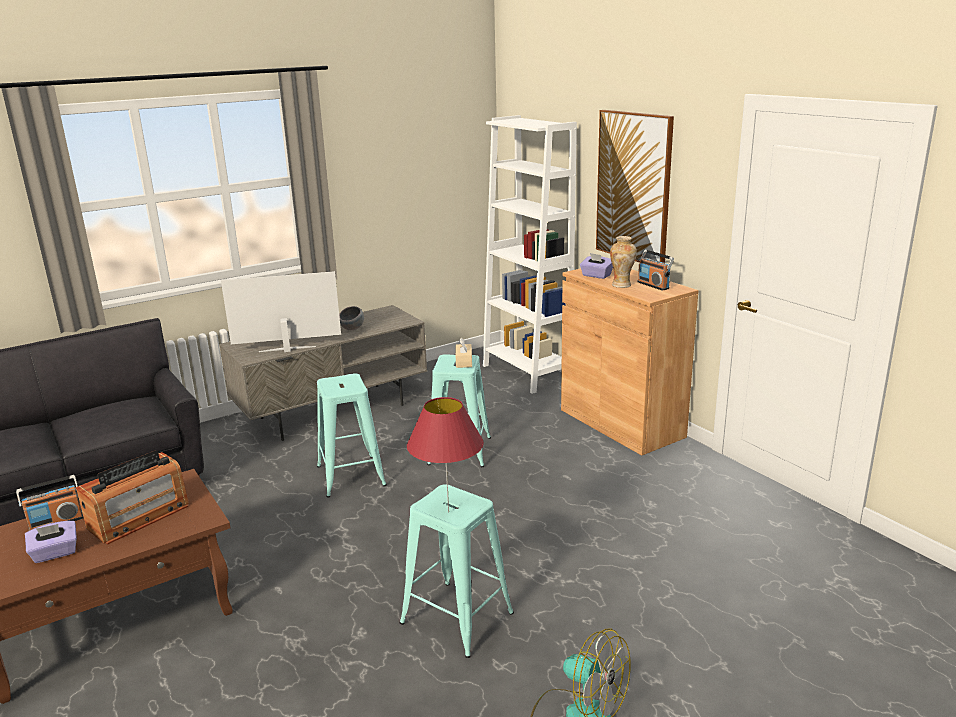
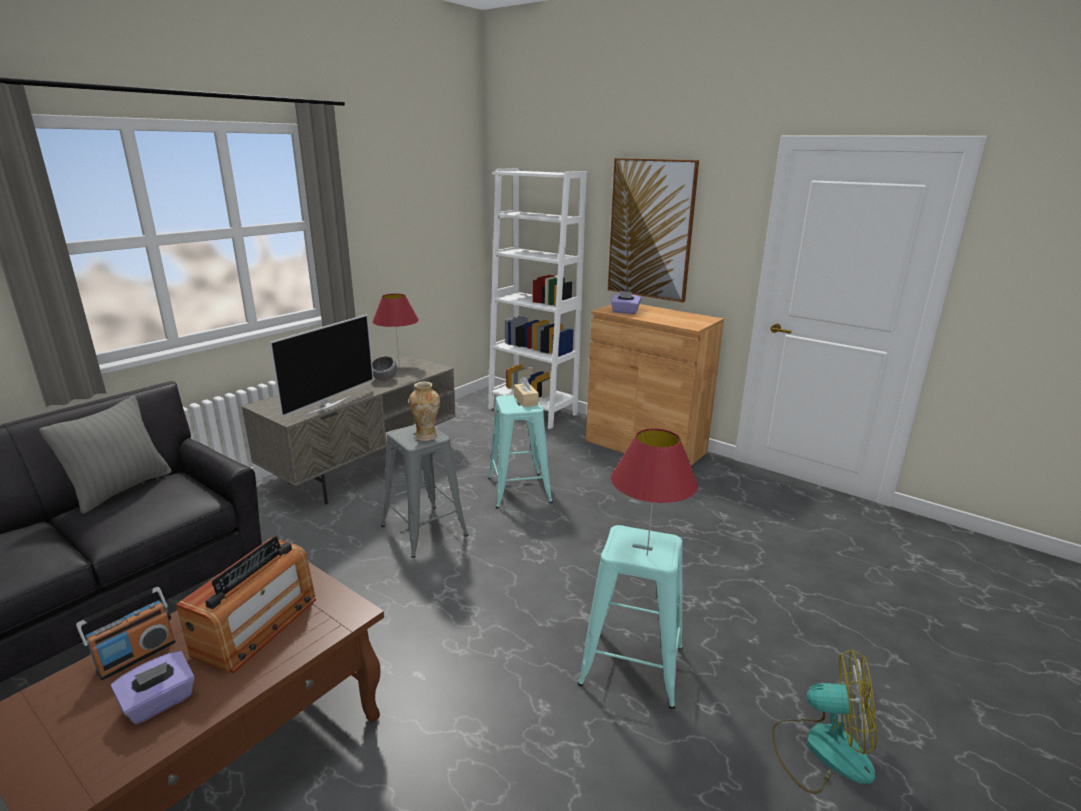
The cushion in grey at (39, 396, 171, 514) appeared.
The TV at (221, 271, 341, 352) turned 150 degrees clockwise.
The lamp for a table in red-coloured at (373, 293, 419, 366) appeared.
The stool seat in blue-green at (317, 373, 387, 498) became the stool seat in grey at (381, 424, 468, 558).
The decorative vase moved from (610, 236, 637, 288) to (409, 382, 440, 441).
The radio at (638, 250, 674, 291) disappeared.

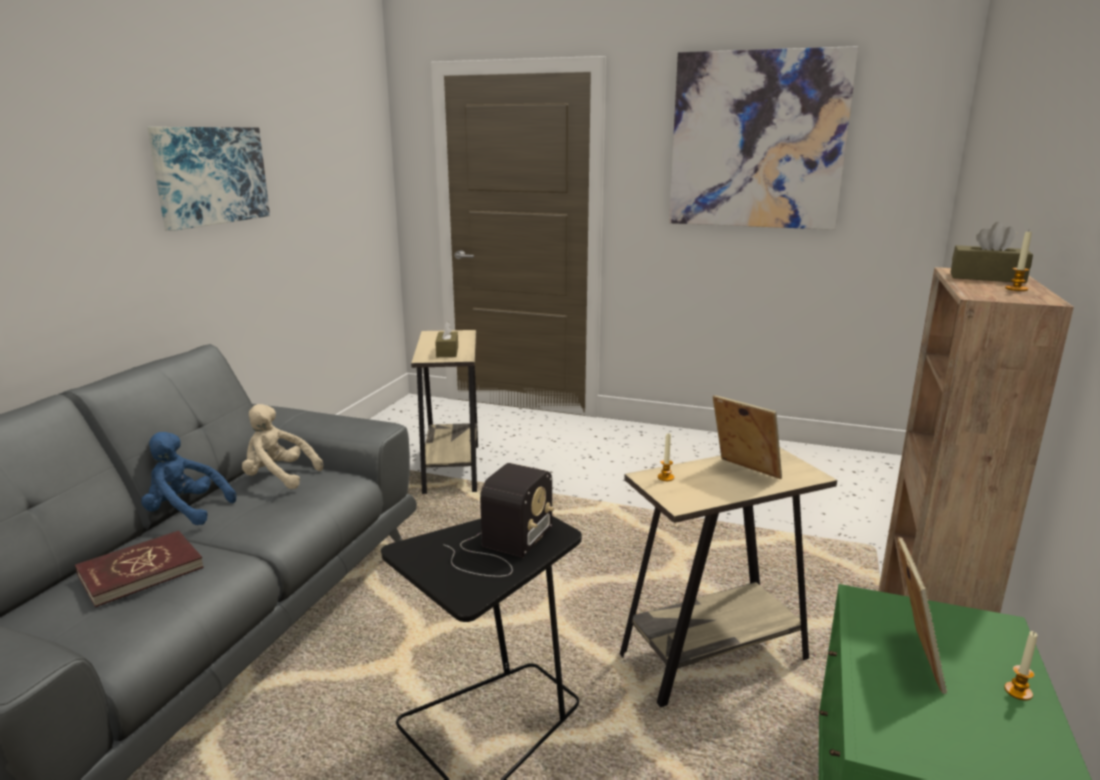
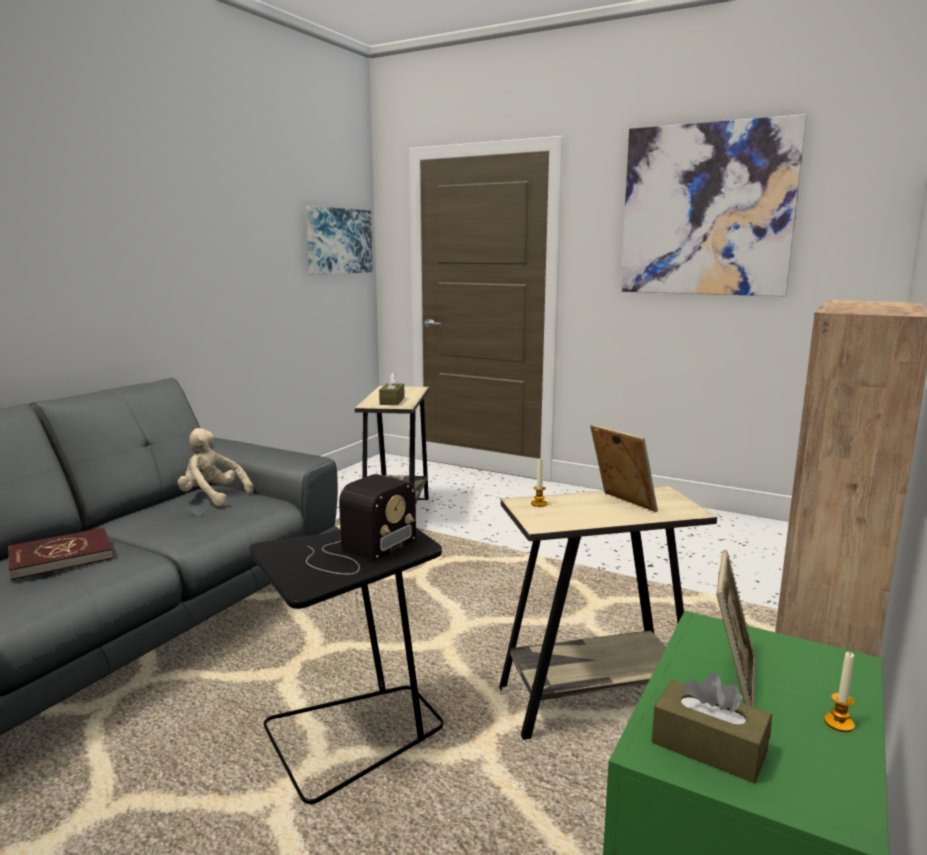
The picture moved from (147, 127, 270, 231) to (305, 206, 373, 275).
The box of tissues in brown moved from (951, 222, 1033, 283) to (652, 673, 772, 783).
The plush toy in bluish at (141, 432, 236, 525) disappeared.
The wax candle at (1005, 231, 1032, 291) disappeared.

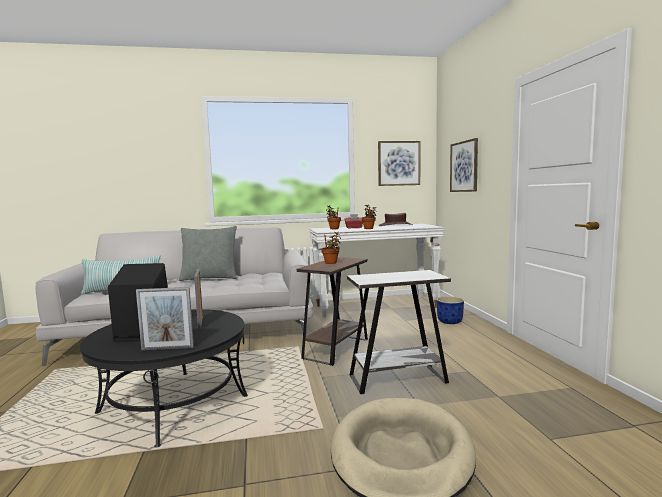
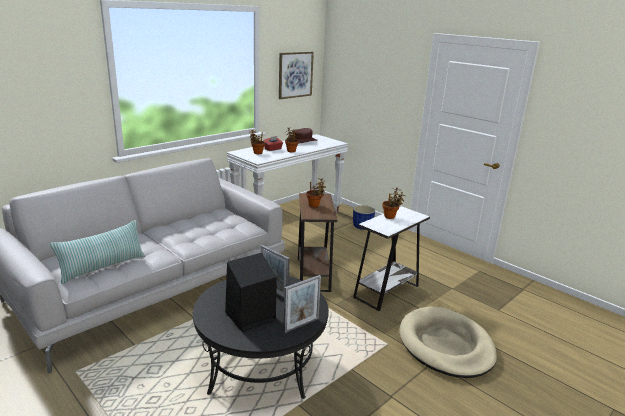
The potted plant at (382, 187, 405, 219) appeared.
The cushion in grey at (179, 226, 237, 281) disappeared.
The picture at (450, 138, 478, 192) disappeared.

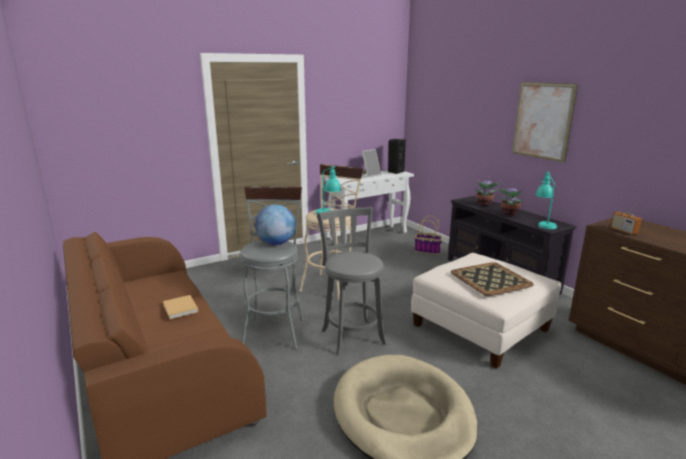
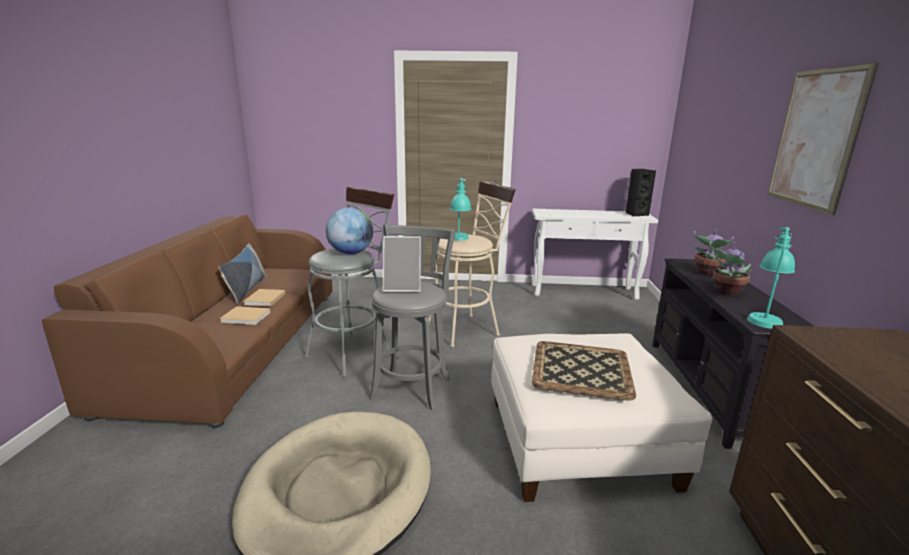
The cushion at (218, 243, 267, 304) appeared.
The book in beige at (220, 306, 271, 325) appeared.
The photo frame moved from (362, 149, 381, 177) to (383, 236, 421, 292).
The storage basket at (414, 216, 442, 254) disappeared.
The radio at (610, 200, 642, 235) disappeared.

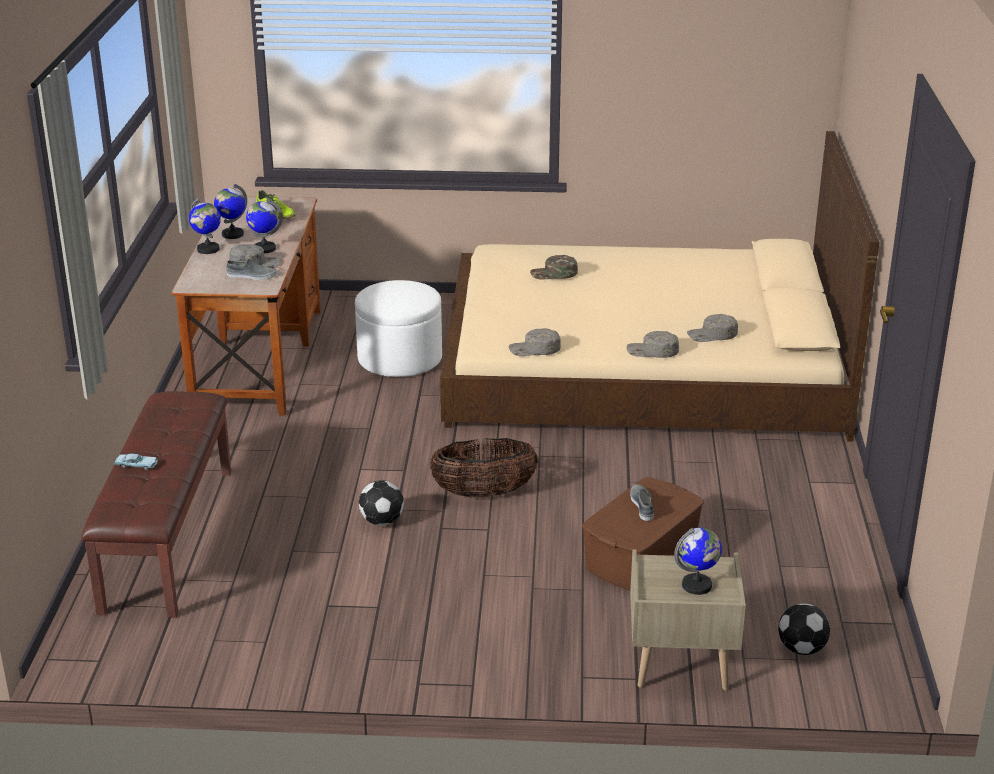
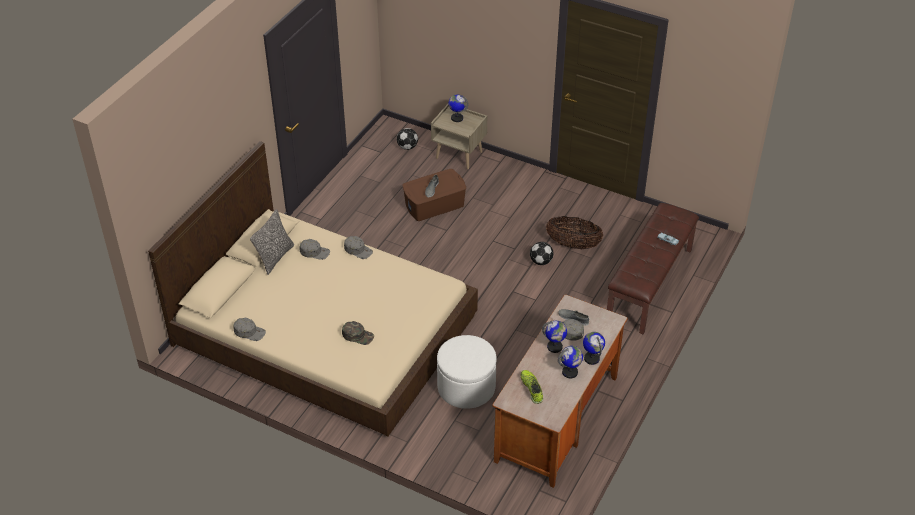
The cap in grey moved from (509, 328, 561, 356) to (233, 318, 266, 341).
The cushion at (250, 209, 294, 275) appeared.
The storage basket moved from (429, 438, 538, 497) to (546, 216, 603, 249).

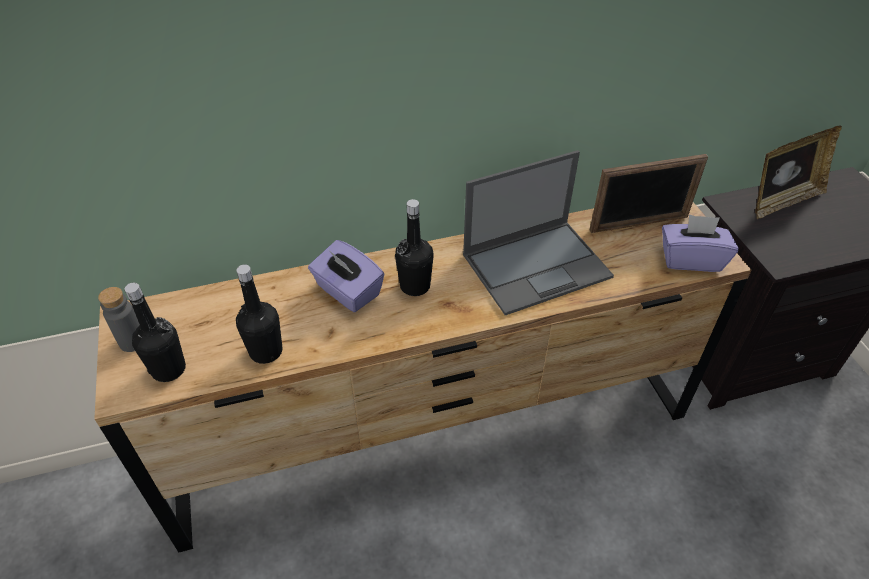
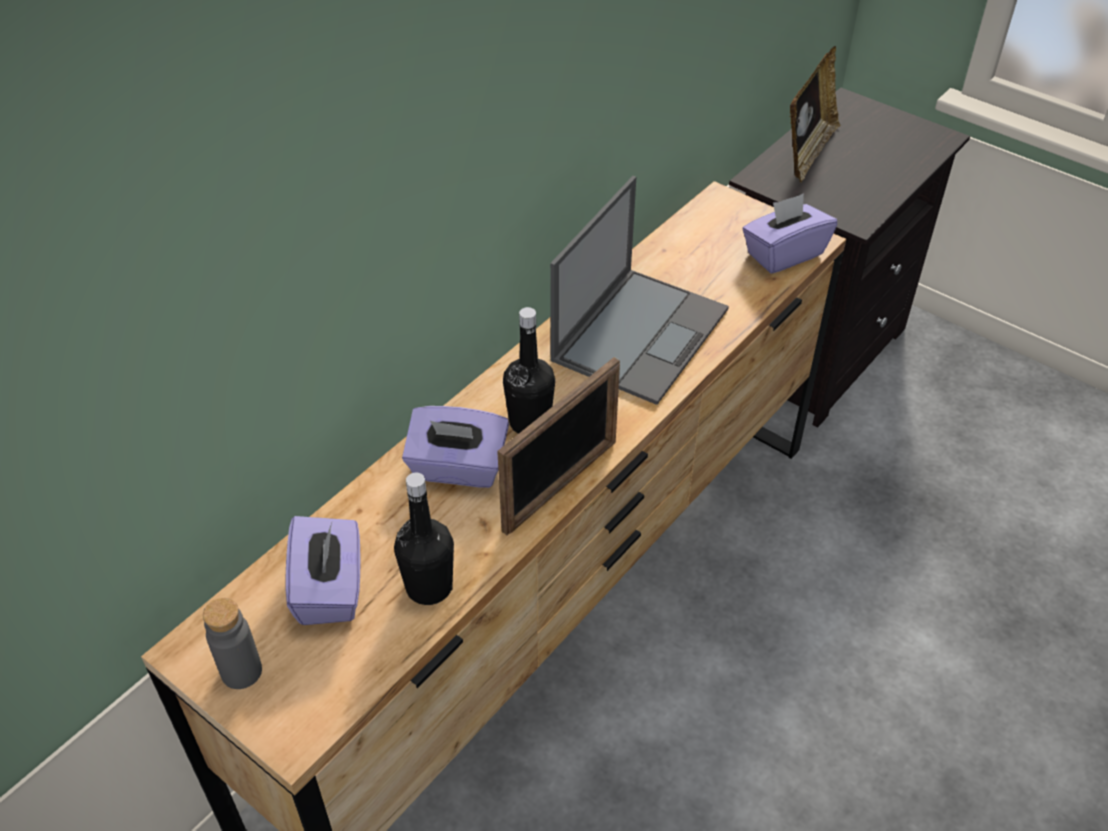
The box of tissues in purple-coloured at (285, 516, 361, 625) appeared.
The photo frame moved from (590, 154, 708, 233) to (497, 357, 620, 535).
The bottle in black-coloured at (125, 283, 186, 382) disappeared.

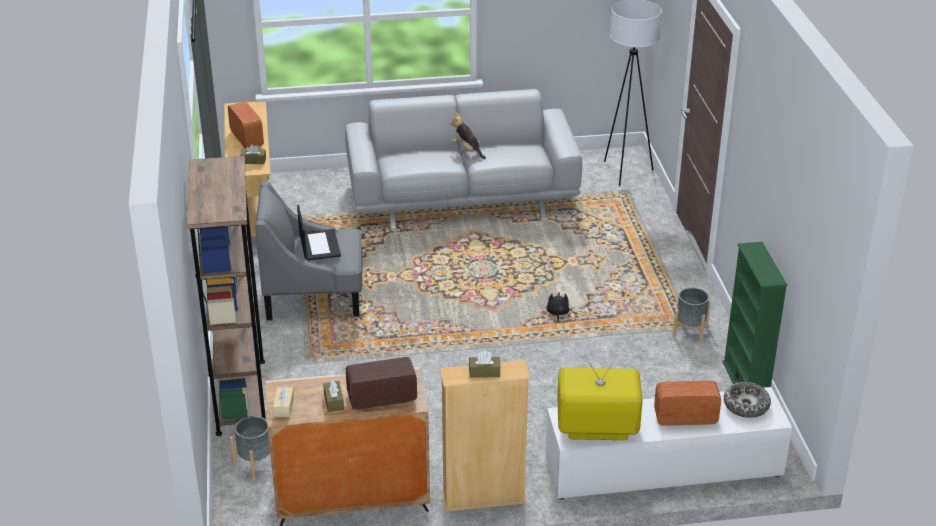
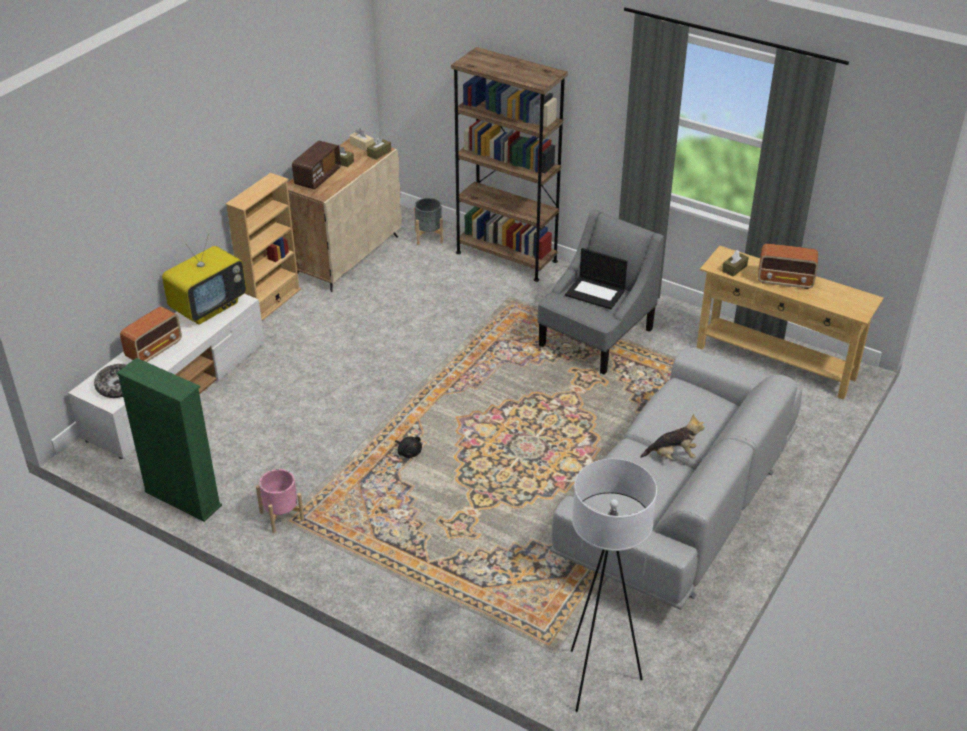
The planter in grey at (673, 287, 711, 342) became the planter in pink at (256, 469, 304, 533).
The box of tissues in brown moved from (469, 351, 500, 378) to (367, 136, 391, 160).

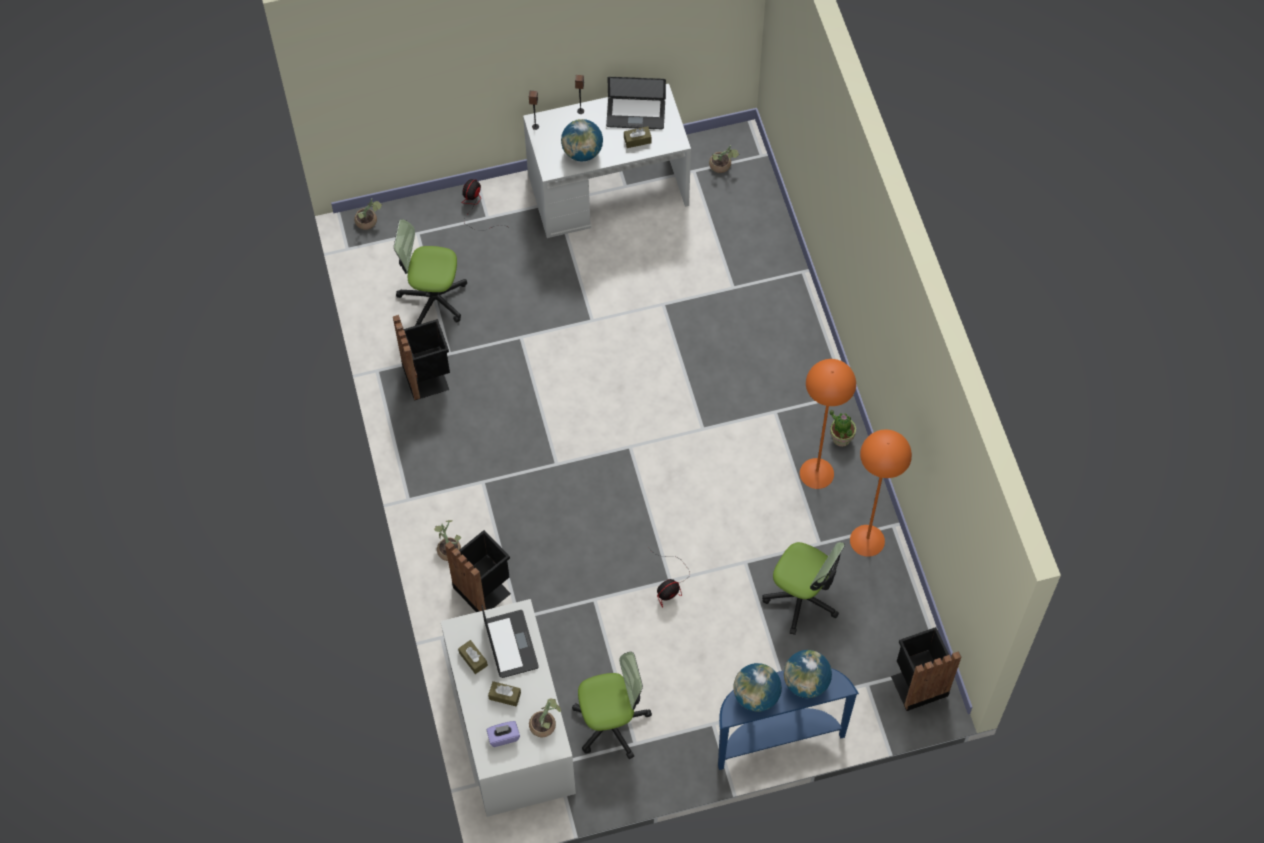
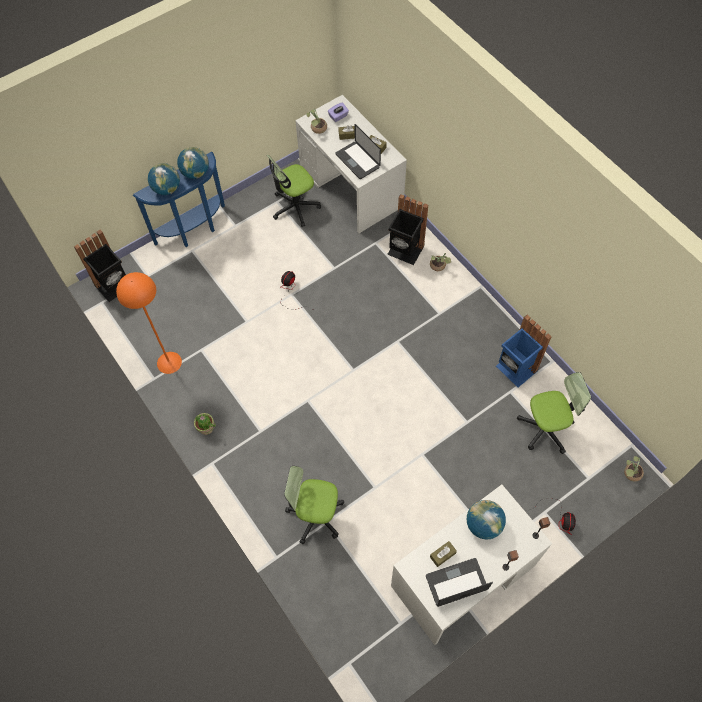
The desk chair moved from (762, 542, 845, 635) to (284, 466, 344, 544).
The waste bin in black-coloured at (393, 315, 450, 401) became the waste bin in bluish at (496, 315, 552, 387).
The potted plant at (709, 145, 740, 173) disappeared.
The standard lamp in orangey at (800, 359, 856, 489) disappeared.

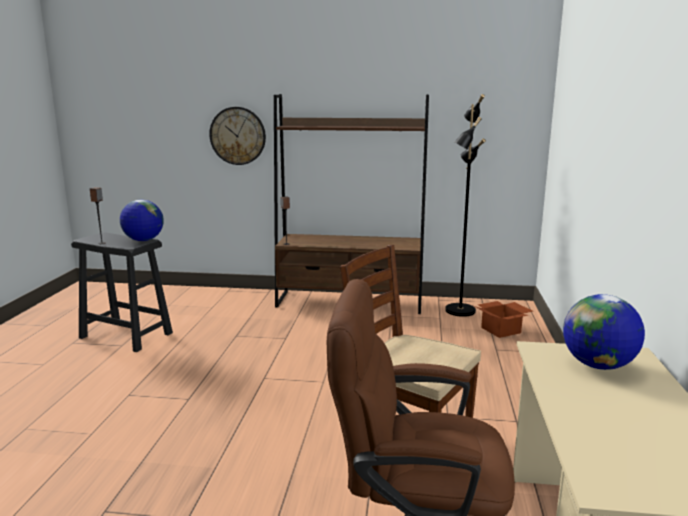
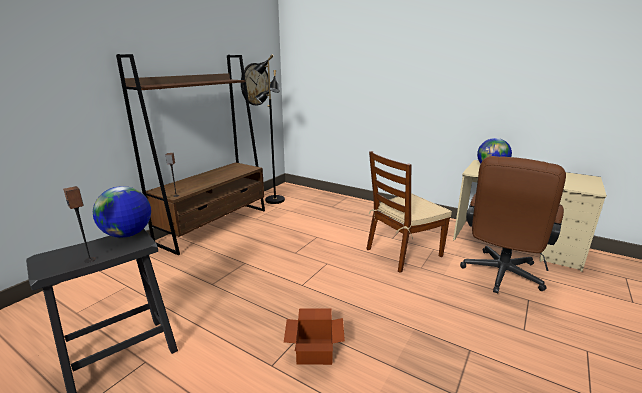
The hanging clock moved from (209, 107, 266, 165) to (241, 63, 269, 105).
The cardboard box moved from (474, 301, 532, 338) to (284, 308, 345, 365).

